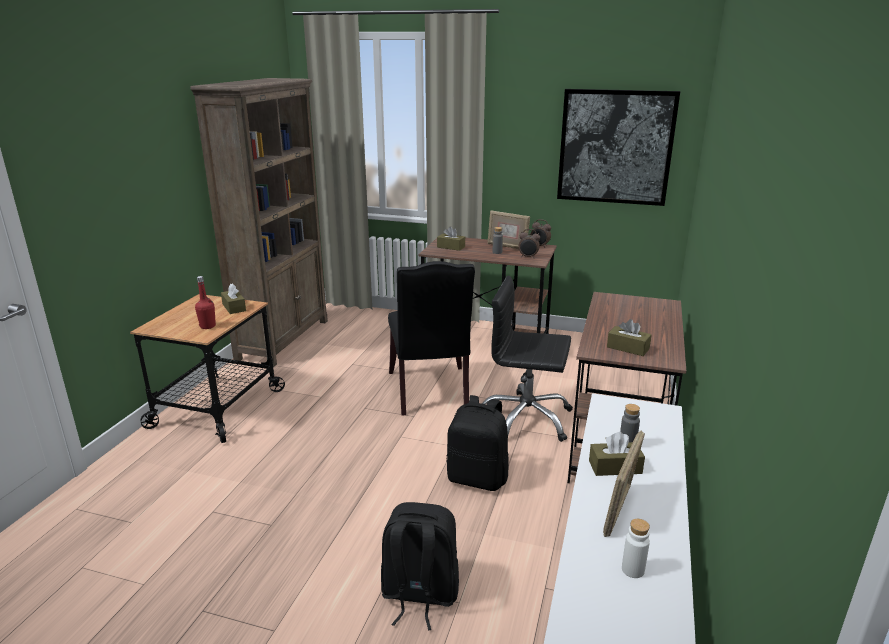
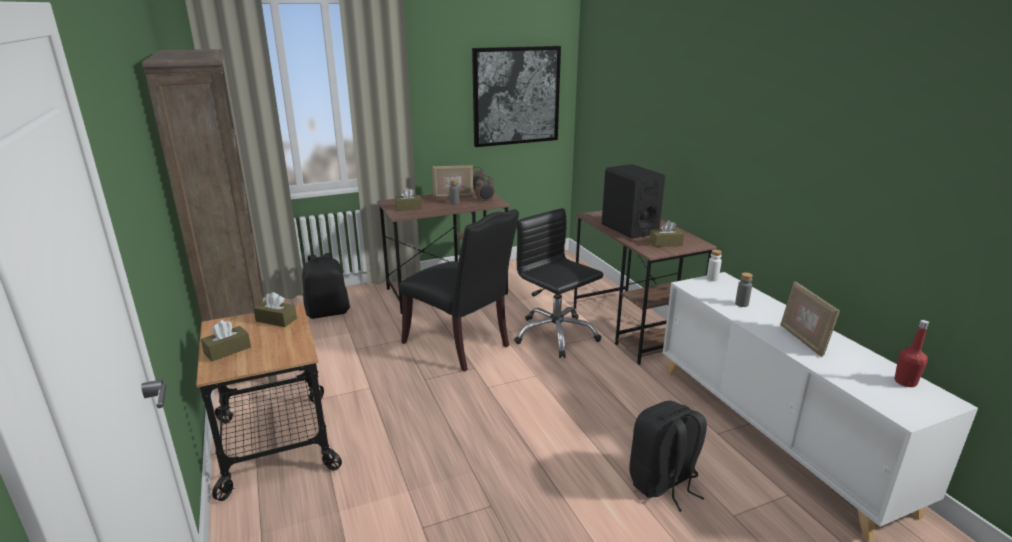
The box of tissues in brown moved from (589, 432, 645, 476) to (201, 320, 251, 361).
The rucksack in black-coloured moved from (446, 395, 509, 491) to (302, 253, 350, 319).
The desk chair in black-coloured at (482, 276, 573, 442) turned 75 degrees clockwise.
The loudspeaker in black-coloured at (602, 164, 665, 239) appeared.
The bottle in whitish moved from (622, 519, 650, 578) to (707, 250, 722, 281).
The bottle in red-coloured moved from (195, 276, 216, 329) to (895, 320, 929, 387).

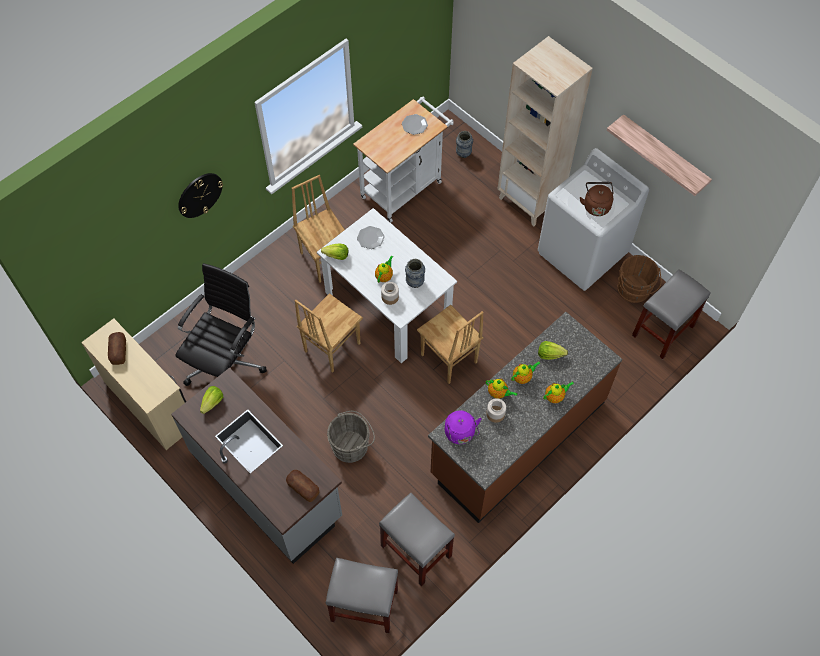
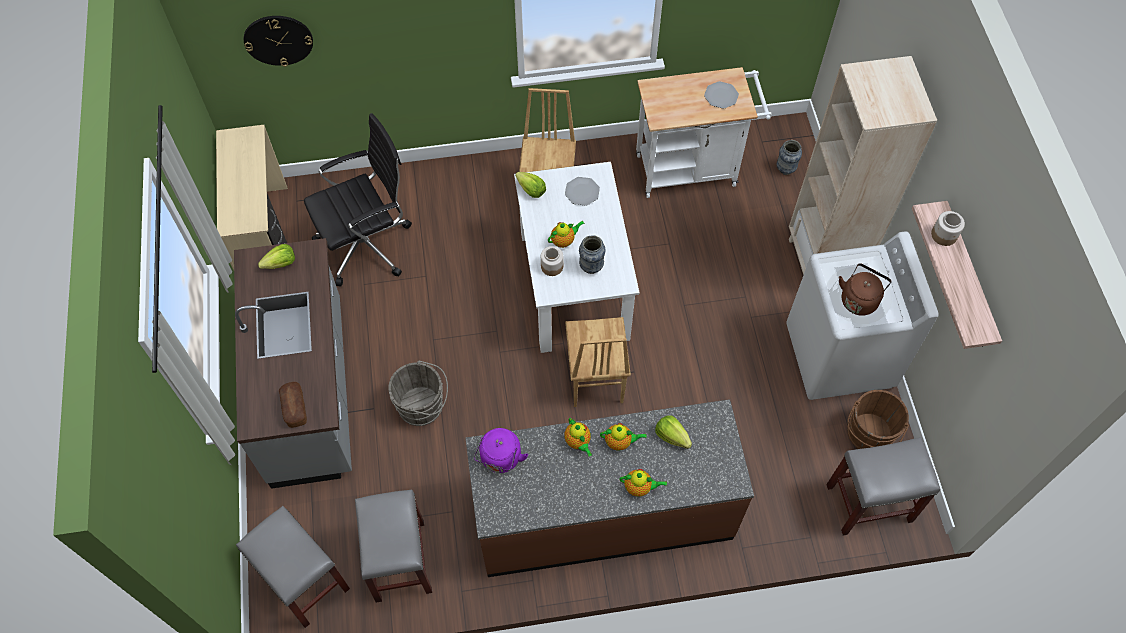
The hanging clock moved from (178, 173, 223, 218) to (244, 16, 313, 67).
The preserve jar moved from (486, 398, 506, 423) to (931, 211, 965, 246).
The bakery bread at (108, 332, 126, 365) disappeared.
The chair in brown at (295, 293, 363, 373) disappeared.

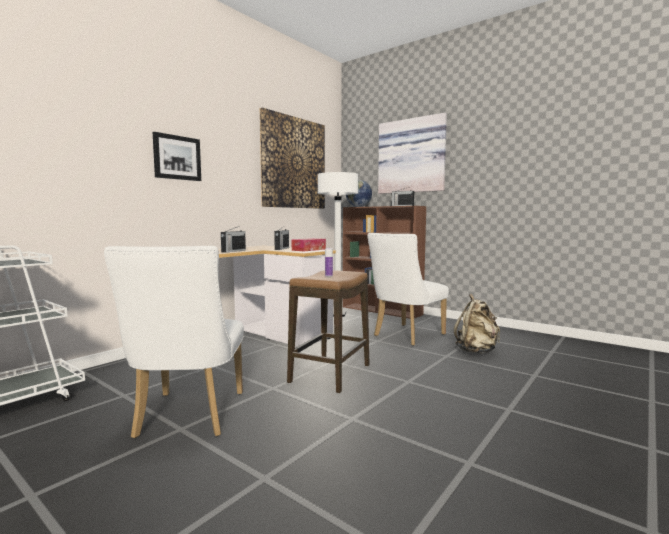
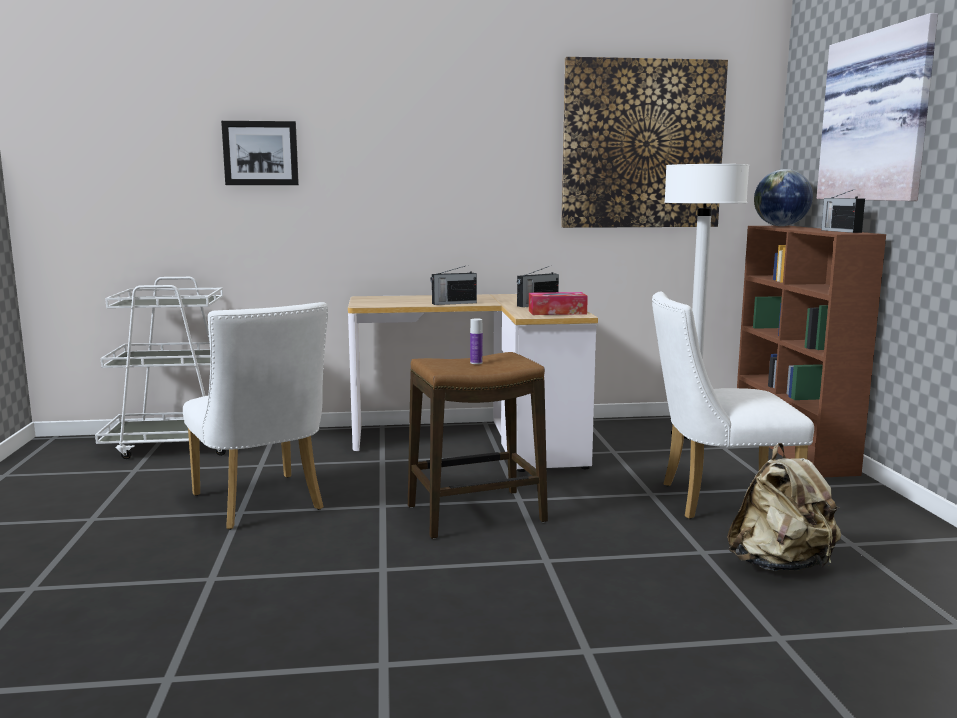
The chair in whitish at (104, 246, 244, 439) turned 75 degrees counterclockwise.
The picture moved from (153, 132, 201, 181) to (221, 121, 299, 185).

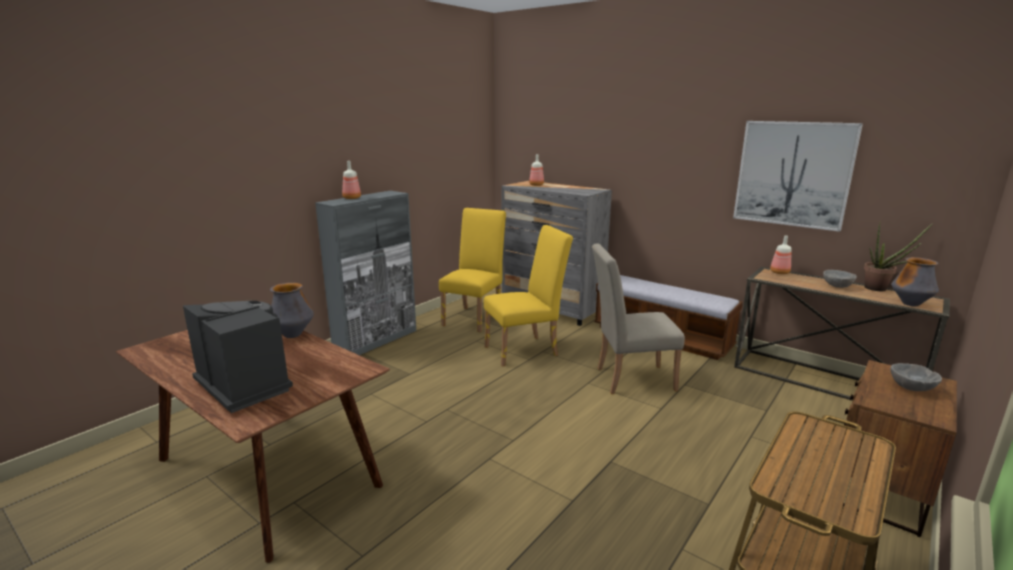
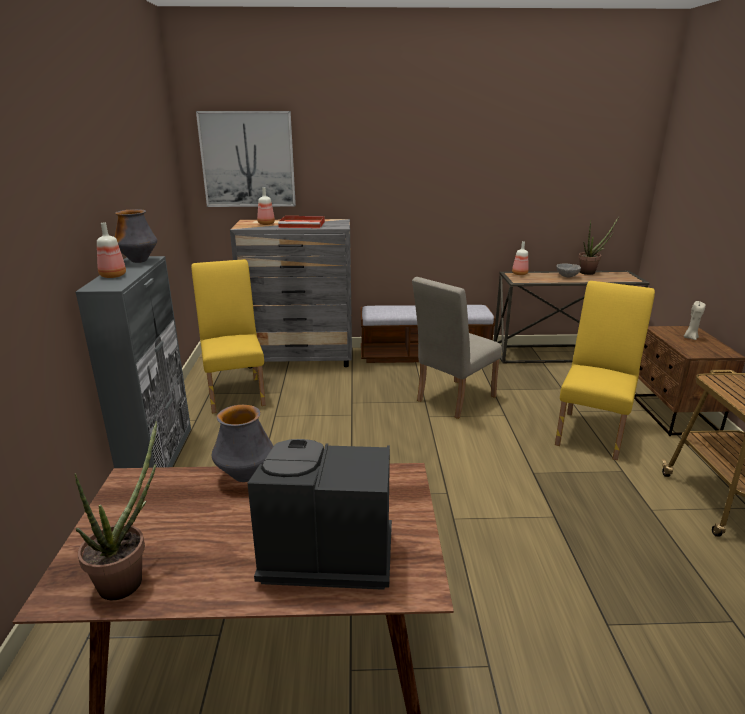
The potted plant at (75, 421, 157, 600) appeared.
The decorative vase moved from (892, 257, 939, 306) to (114, 209, 157, 263).
The picture moved from (733, 121, 863, 232) to (196, 111, 296, 207).
The carrying tray in red-coloured at (278, 216, 325, 228) appeared.
The chair in yellow-coloured moved from (484, 225, 573, 367) to (555, 281, 655, 460).
The deep dish in grey at (890, 363, 942, 391) was replaced by the wax candle in beige at (684, 301, 706, 340).

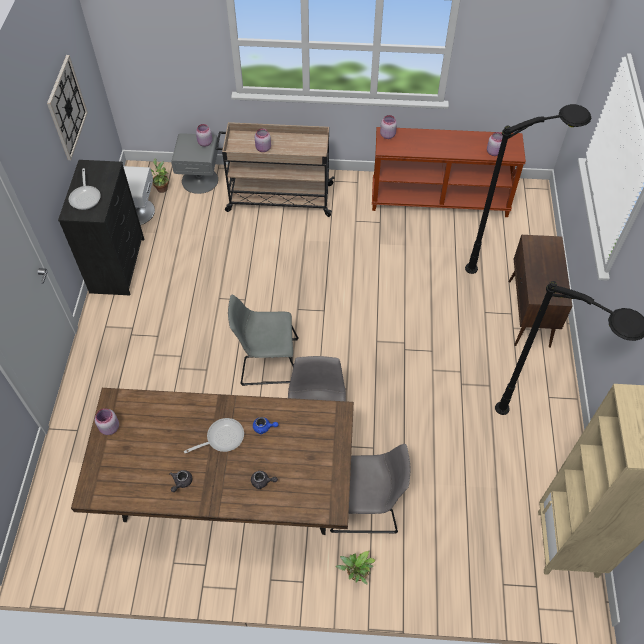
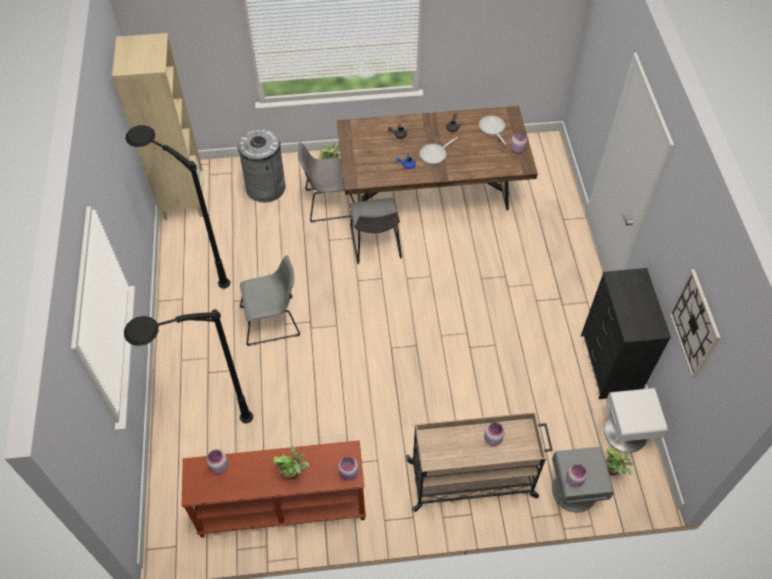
The waste bin in grey at (237, 128, 286, 203) appeared.
The chair in grey moved from (228, 295, 299, 386) to (240, 255, 300, 346).
The potted plant at (273, 446, 310, 480) appeared.
The frying pan moved from (68, 168, 101, 210) to (479, 115, 506, 145).
The storage cabinet in brown at (509, 235, 573, 348) disappeared.

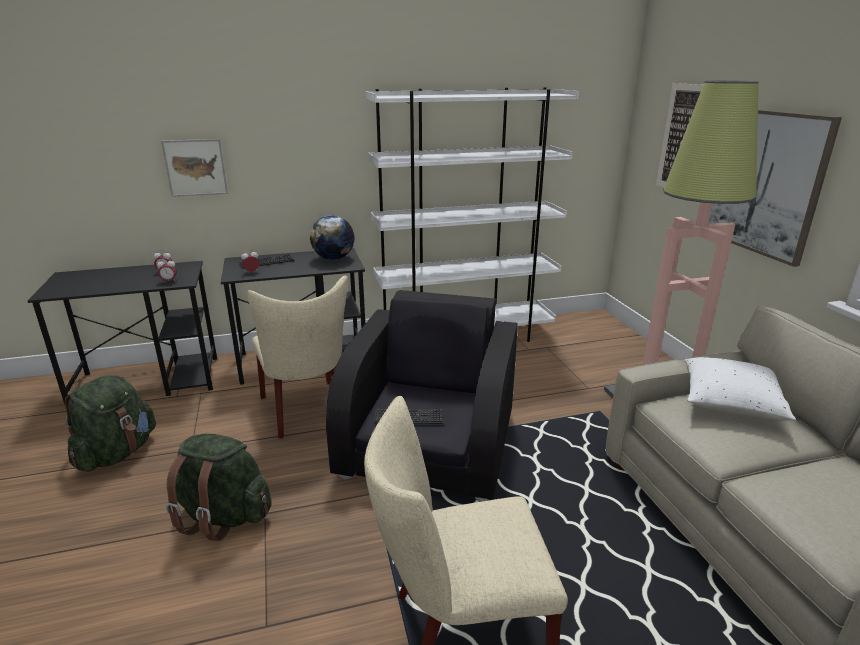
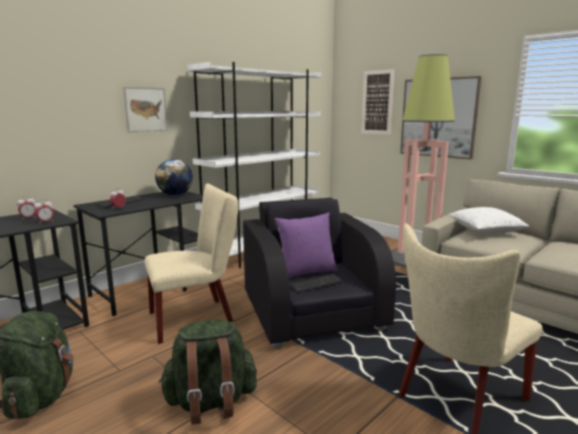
The picture moved from (161, 139, 228, 197) to (123, 87, 168, 132).
The chair in beige at (247, 276, 348, 439) turned 60 degrees counterclockwise.
The cushion in purple-coloured at (275, 212, 338, 278) appeared.

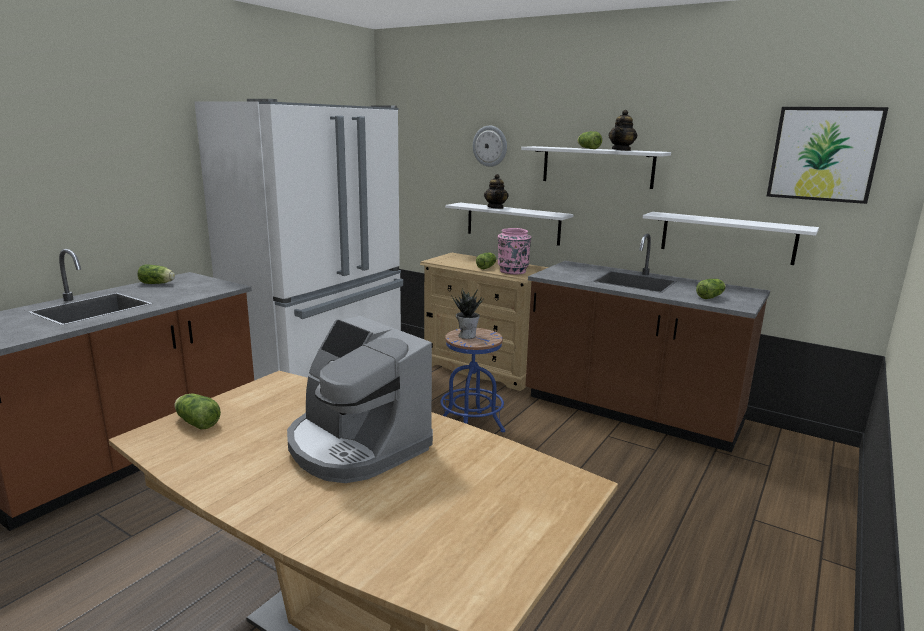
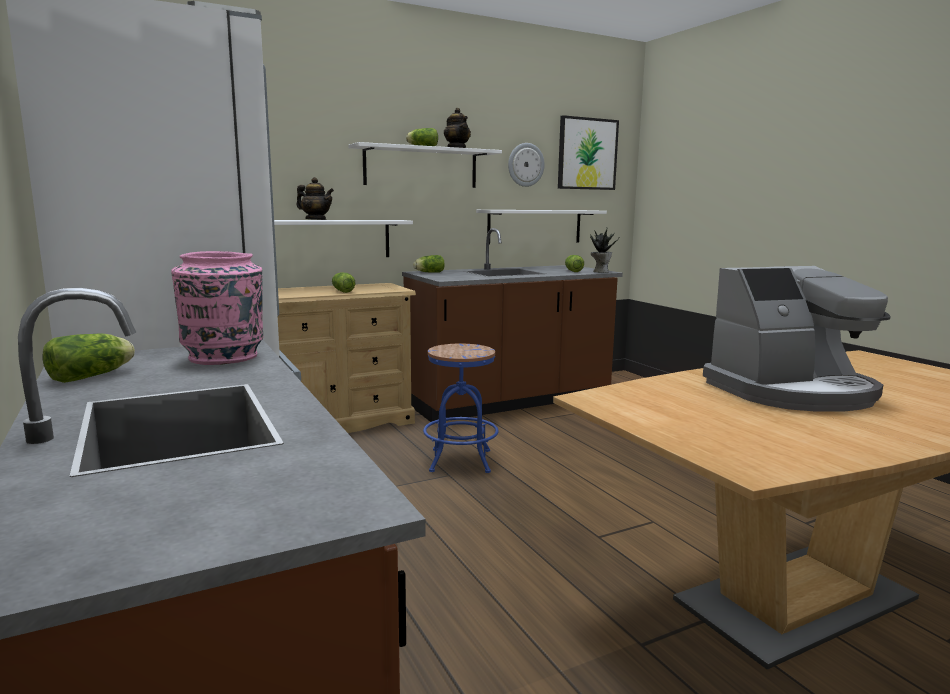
The decorative vase in pink moved from (498, 228, 531, 274) to (171, 251, 263, 365).
The lettuce head moved from (174, 394, 221, 429) to (413, 255, 445, 273).
The hanging clock moved from (473, 126, 507, 167) to (508, 143, 545, 187).
The potted plant moved from (451, 288, 483, 339) to (590, 227, 620, 273).

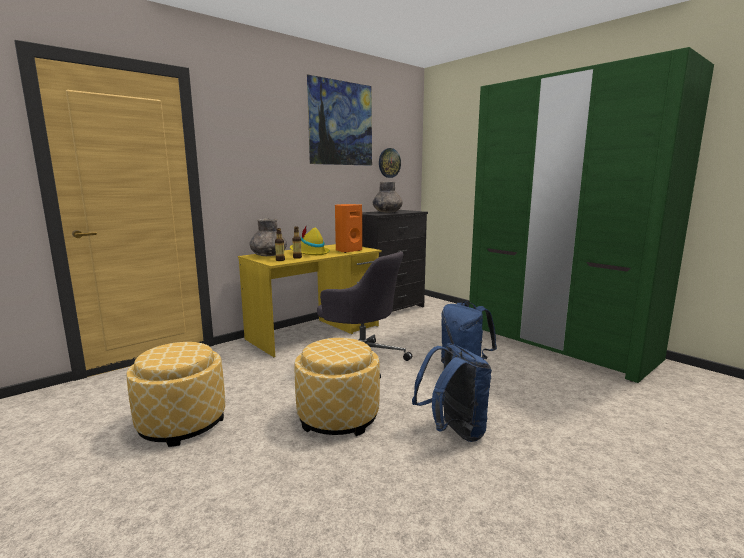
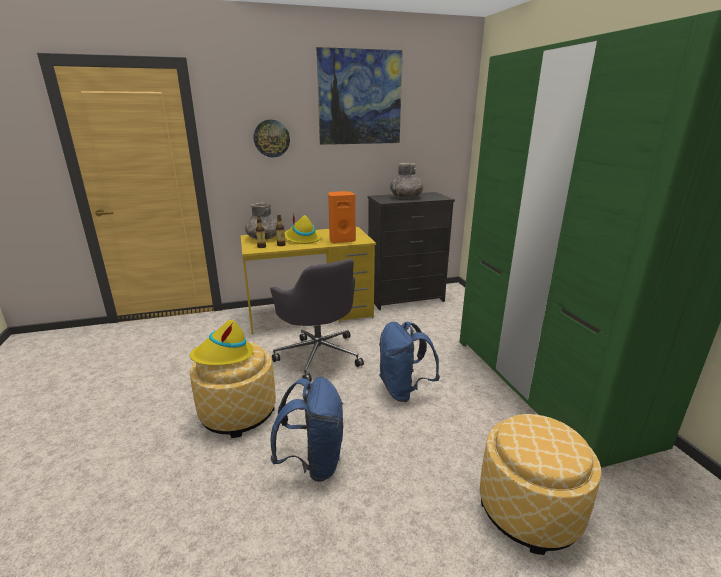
The wearable hat in yellow-coloured at (190, 320, 254, 366) appeared.
The hanging clock moved from (379, 148, 401, 178) to (254, 120, 290, 157).
The ottoman moved from (126, 342, 225, 447) to (480, 414, 602, 555).

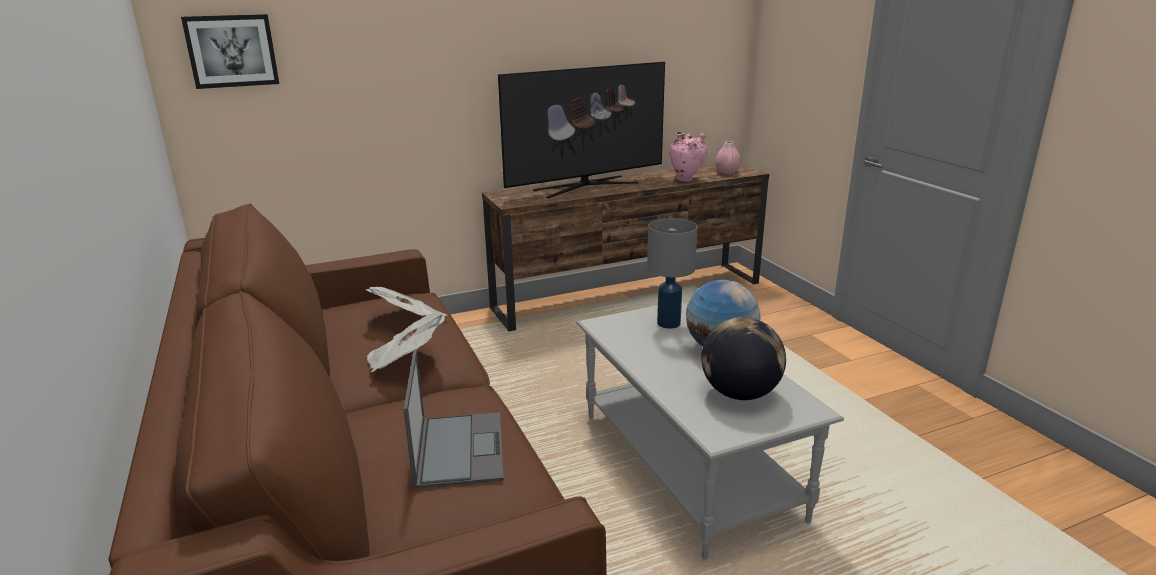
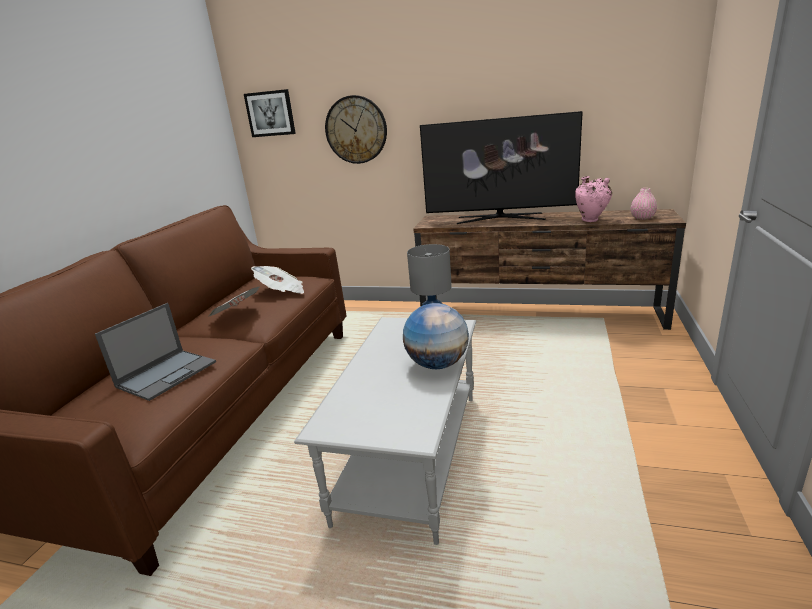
The hanging clock at (325, 95, 387, 164) appeared.
The desk globe at (701, 317, 786, 400) disappeared.

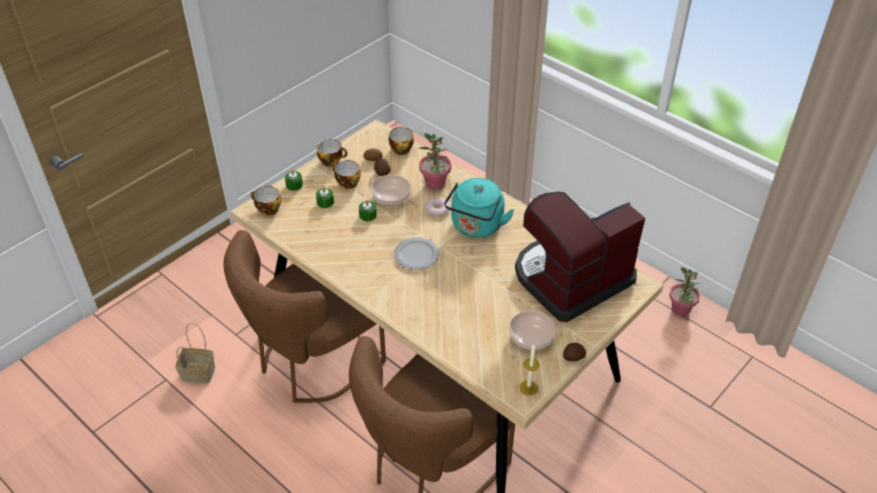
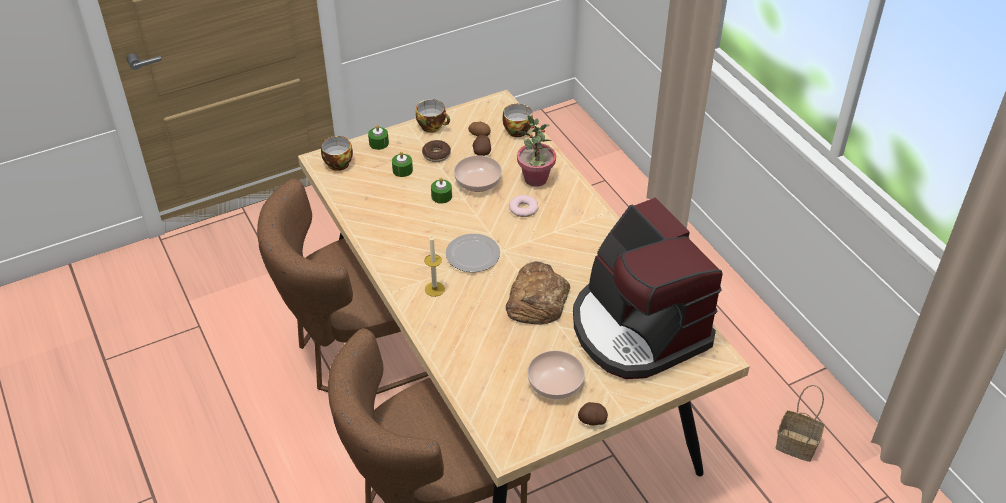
The cup at (332, 160, 361, 189) was replaced by the doughnut at (422, 140, 451, 162).
The wax candle moved from (520, 344, 540, 396) to (424, 235, 445, 297).
The bakery bread at (506, 261, 570, 325) appeared.
The coffee brewer at (515, 192, 645, 322) turned 105 degrees counterclockwise.
The storage basket moved from (175, 323, 215, 383) to (775, 385, 825, 462).
The kettle in blue-green at (444, 178, 514, 238) disappeared.
The potted plant at (669, 267, 700, 316) disappeared.

